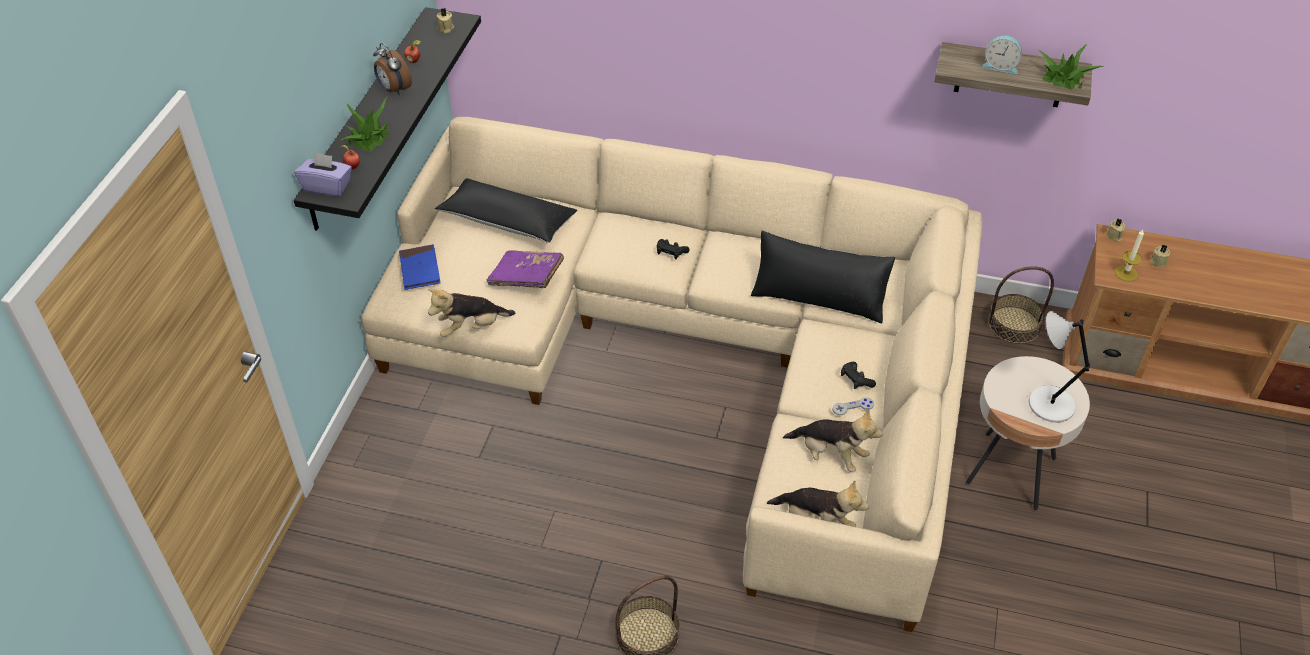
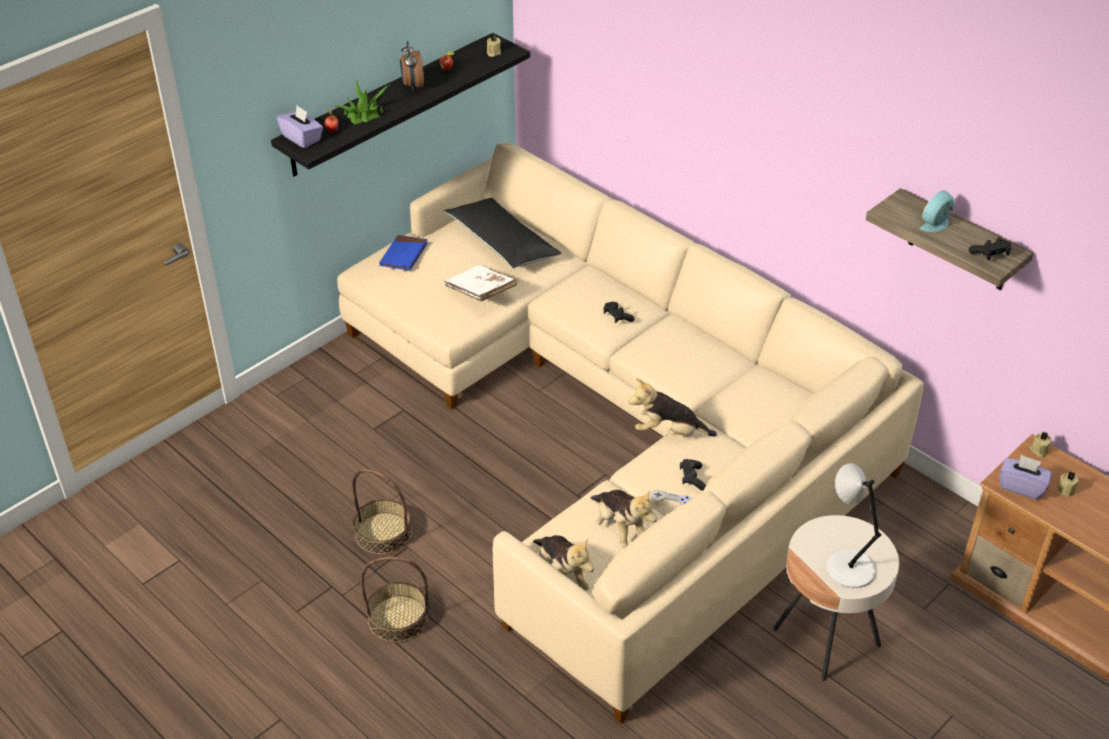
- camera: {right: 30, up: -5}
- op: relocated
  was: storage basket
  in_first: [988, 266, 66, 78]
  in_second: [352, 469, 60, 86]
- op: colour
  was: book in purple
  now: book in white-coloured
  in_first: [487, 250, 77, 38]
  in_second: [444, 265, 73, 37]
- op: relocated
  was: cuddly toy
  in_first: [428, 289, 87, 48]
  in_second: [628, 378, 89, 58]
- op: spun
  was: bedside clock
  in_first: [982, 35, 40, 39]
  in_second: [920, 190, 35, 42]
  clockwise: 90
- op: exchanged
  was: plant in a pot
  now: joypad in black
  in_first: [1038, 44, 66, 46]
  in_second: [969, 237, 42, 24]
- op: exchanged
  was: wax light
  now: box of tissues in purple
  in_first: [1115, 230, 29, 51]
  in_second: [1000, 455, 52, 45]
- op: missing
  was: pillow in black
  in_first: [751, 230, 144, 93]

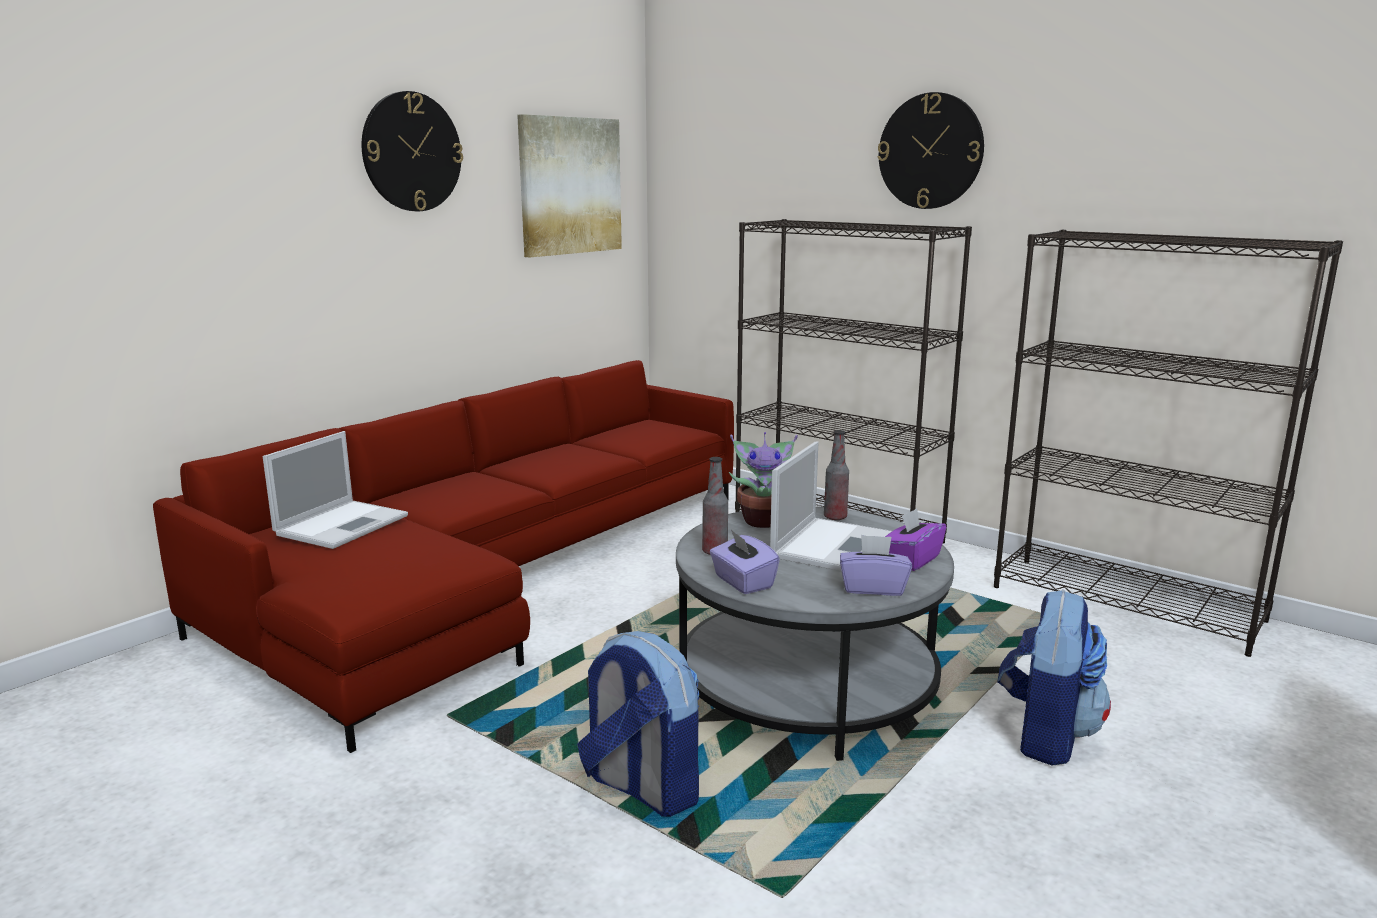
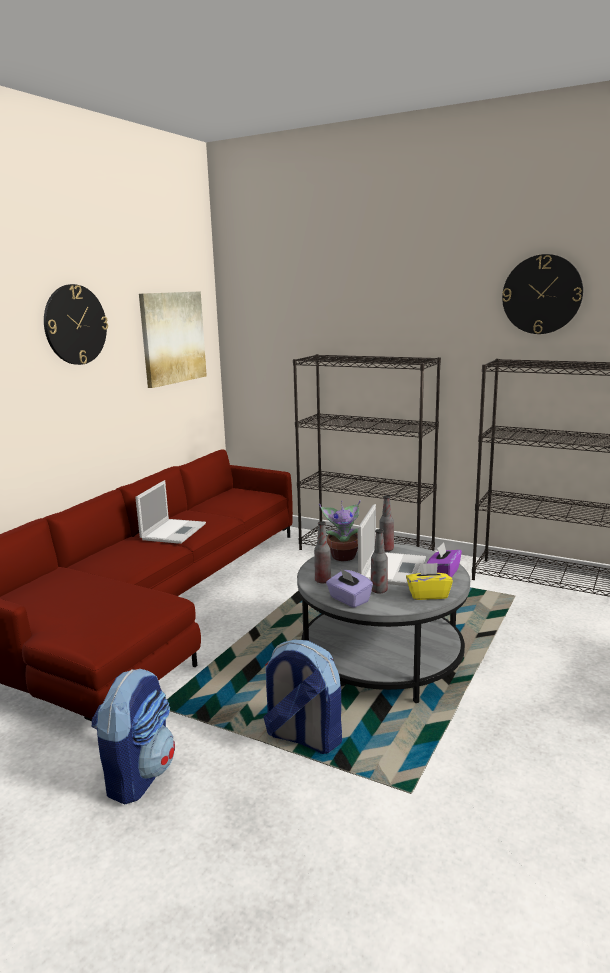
- camera: {right: -10, up: 0}
- op: relocated
  was: rucksack
  in_first: [997, 589, 114, 177]
  in_second: [91, 669, 84, 135]
- op: relocated
  was: notebook computer
  in_first: [263, 431, 145, 118]
  in_second: [135, 480, 71, 64]
- op: appeared
  now: drink bottle
  in_second: [371, 529, 17, 64]
- op: colour
  was: box of tissues in purple
  now: box of tissues in yellow-coloured
  in_first: [840, 535, 72, 61]
  in_second: [406, 563, 47, 37]
- op: relocated
  was: hanging clock
  in_first: [878, 92, 106, 117]
  in_second: [502, 254, 81, 80]

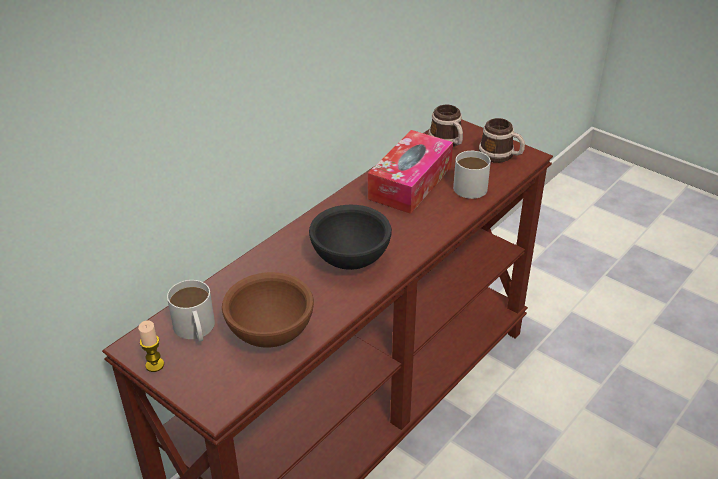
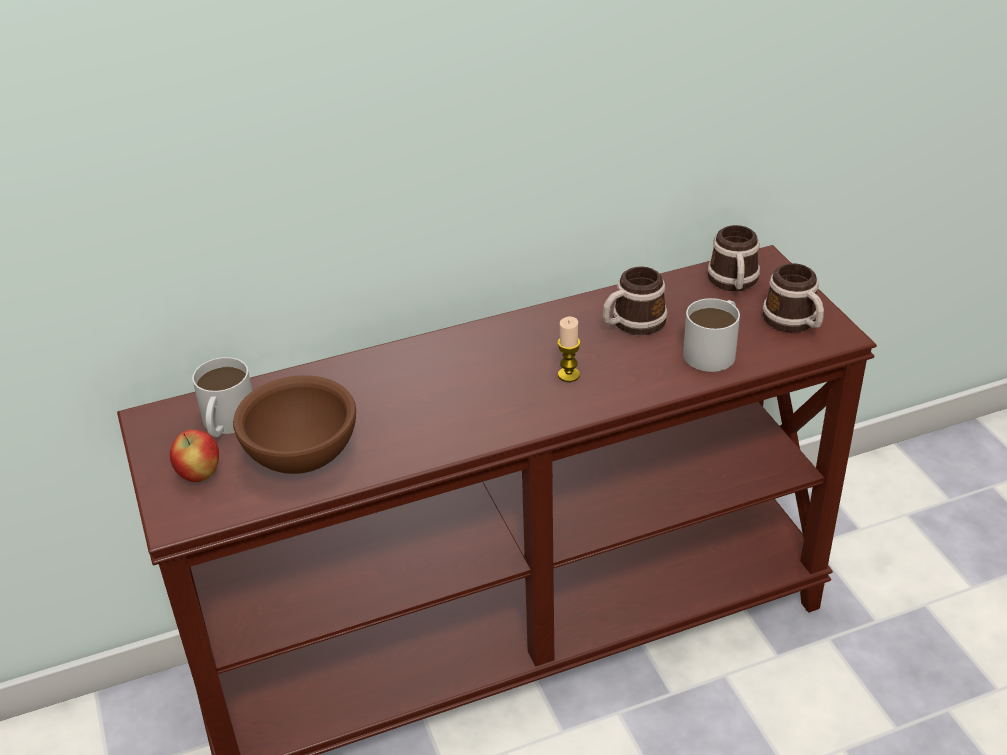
- camera: {right: 30, up: 0}
- op: appeared
  now: apple fruit
  in_second: [170, 430, 49, 52]
- op: relocated
  was: wax light
  in_first: [138, 321, 26, 51]
  in_second: [557, 317, 23, 65]
- op: exchanged
  was: box of tissues
  now: mug
  in_first: [368, 130, 85, 84]
  in_second: [603, 266, 64, 69]
- op: missing
  was: deep dish in black
  in_first: [309, 205, 83, 65]

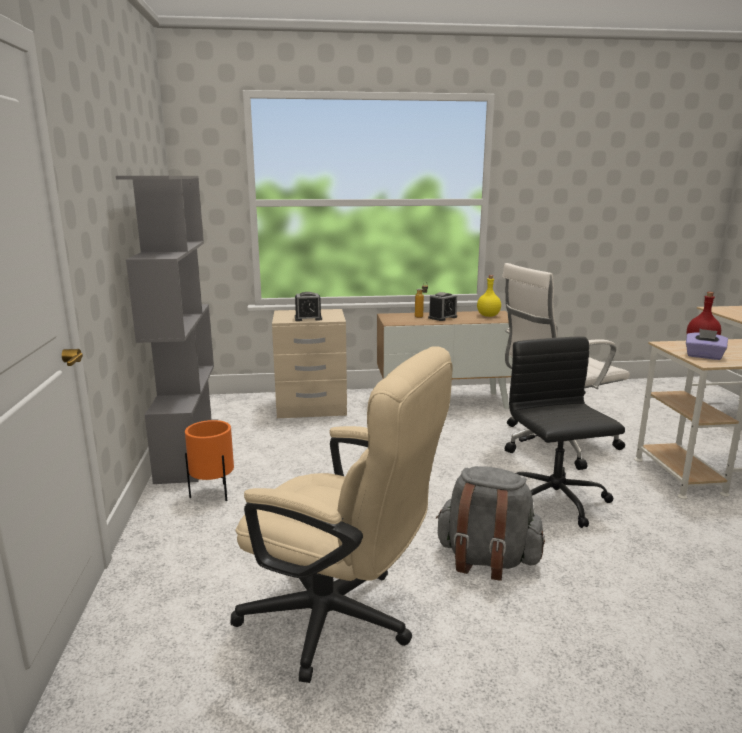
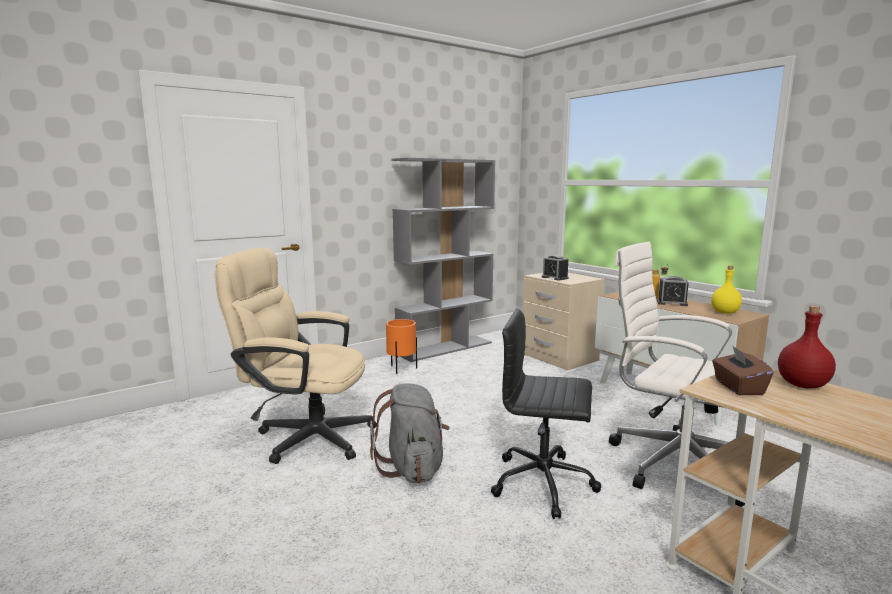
- camera: {right: 60, up: -5}
- op: spun
  was: desk chair in beige
  in_first: [231, 346, 221, 337]
  in_second: [214, 248, 163, 216]
  clockwise: 105
- op: spun
  was: desk chair in black
  in_first: [509, 336, 116, 192]
  in_second: [491, 308, 110, 211]
  clockwise: -120
- op: colour
  was: box of tissues in purple
  now: box of tissues in brown
  in_first: [686, 329, 42, 31]
  in_second: [712, 345, 61, 50]

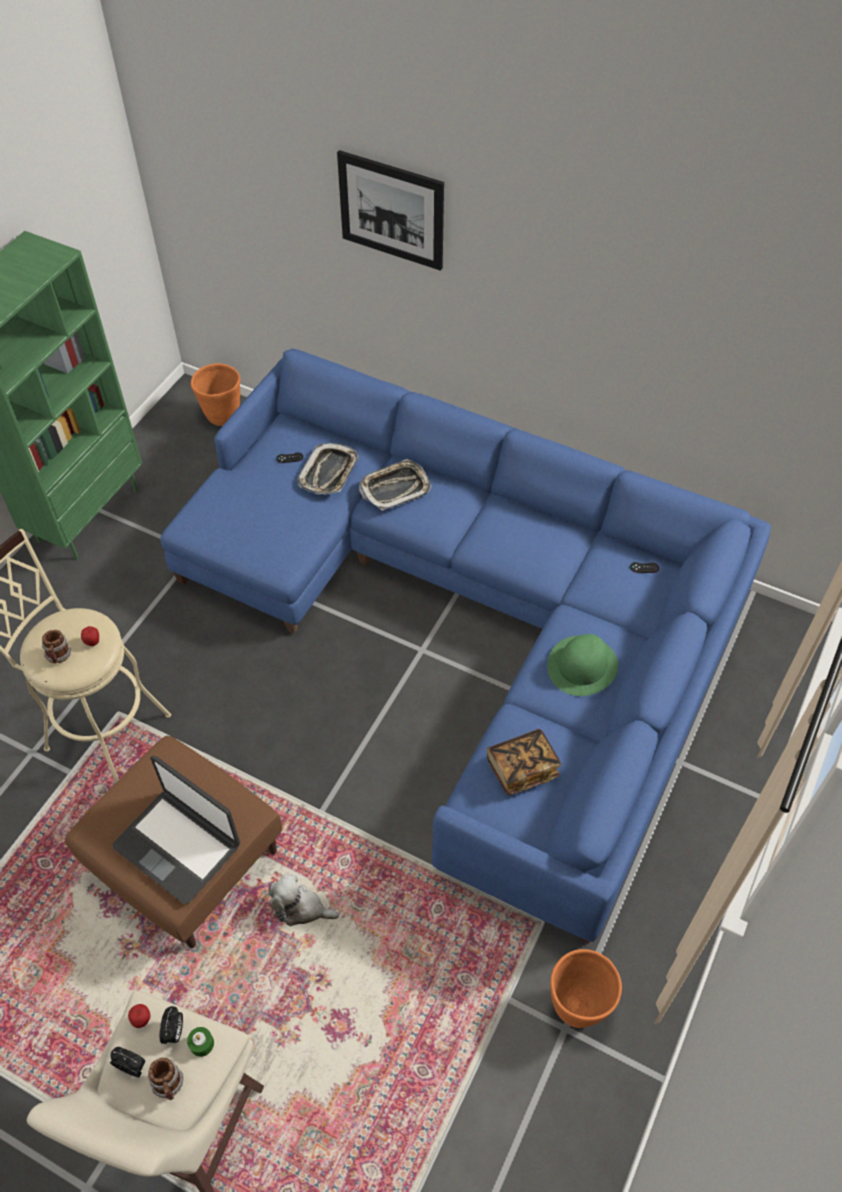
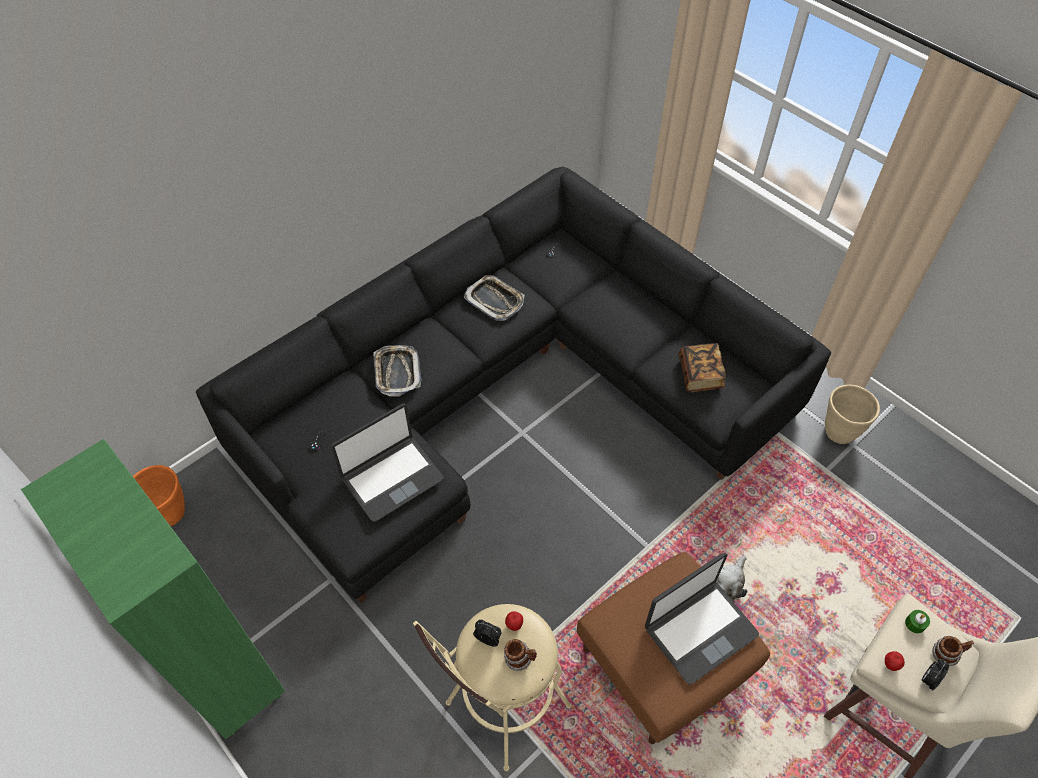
- camera: {right: -70, up: 0}
- op: colour
  was: sofa in blue
  now: sofa in black
  in_first: [160, 348, 611, 596]
  in_second: [196, 167, 635, 436]
- op: appeared
  now: notebook computer
  in_second: [331, 404, 113, 118]
- op: relocated
  was: tray
  in_first: [298, 443, 60, 52]
  in_second: [464, 275, 61, 46]
- op: relocated
  was: bedside clock
  in_first: [160, 1006, 23, 38]
  in_second: [473, 620, 28, 27]
- op: colour
  was: plant pot in orange-coloured
  now: plant pot in beige
  in_first: [550, 949, 72, 79]
  in_second: [825, 385, 55, 59]
- op: missing
  was: wall art
  in_first: [337, 150, 107, 121]
- op: missing
  was: clothing hat in green
  in_first: [547, 634, 71, 62]

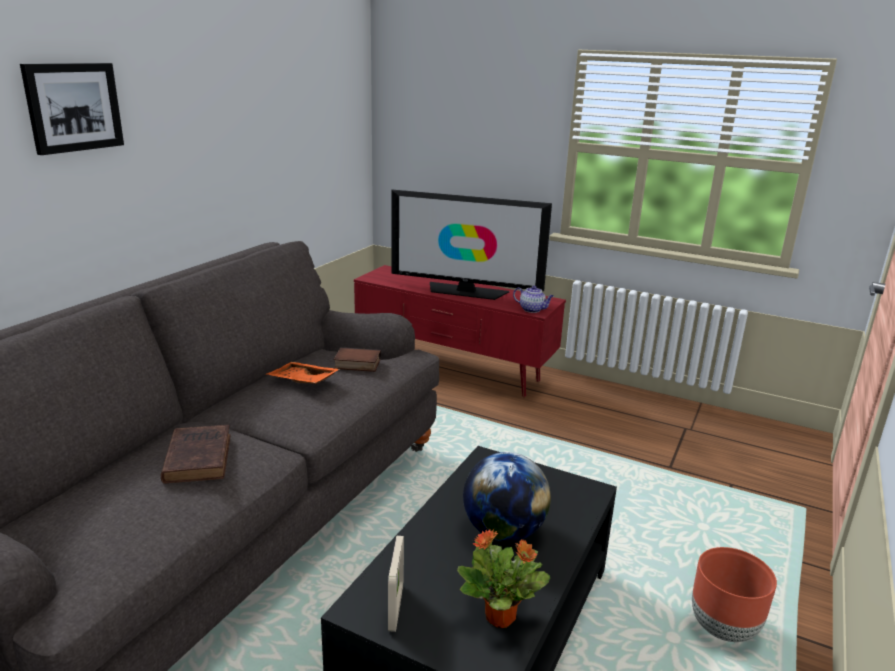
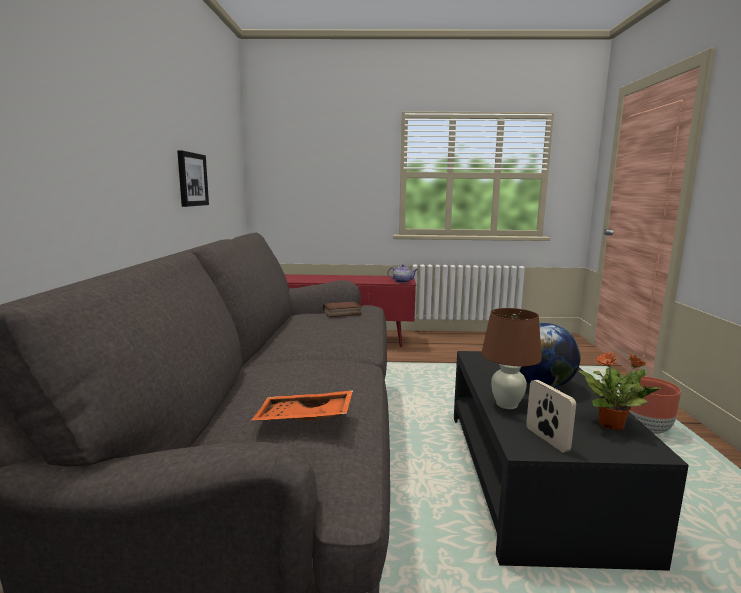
- camera: {right: -25, up: -10}
- op: relocated
  was: wall art
  in_first: [20, 63, 104, 92]
  in_second: [177, 150, 32, 57]
- op: relocated
  was: tray in orange-coloured
  in_first: [266, 362, 74, 22]
  in_second: [251, 390, 102, 31]
- op: appeared
  now: table lamp in brown
  in_second: [481, 308, 61, 101]
- op: missing
  was: book in brown
  in_first: [161, 425, 70, 59]
- op: missing
  was: television
  in_first: [392, 190, 160, 110]

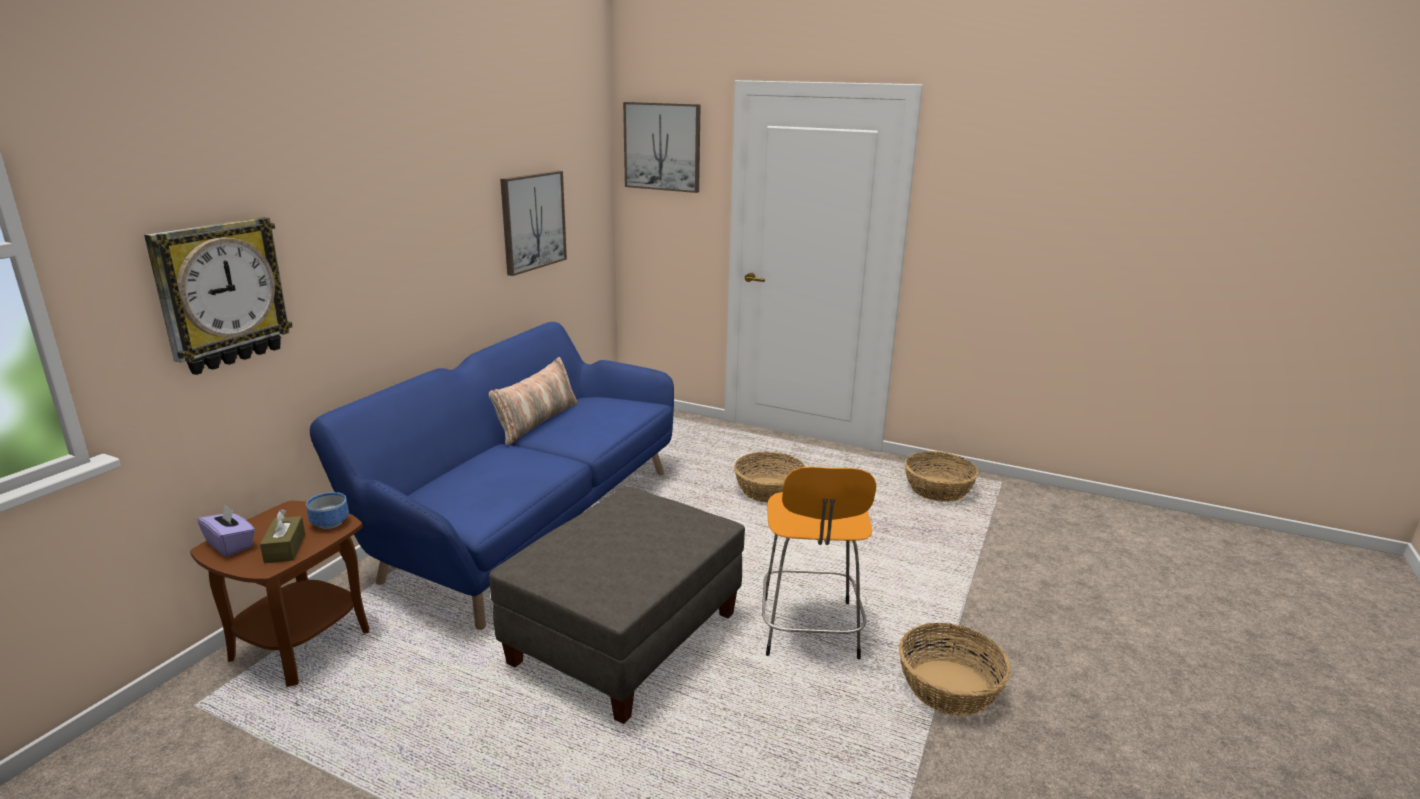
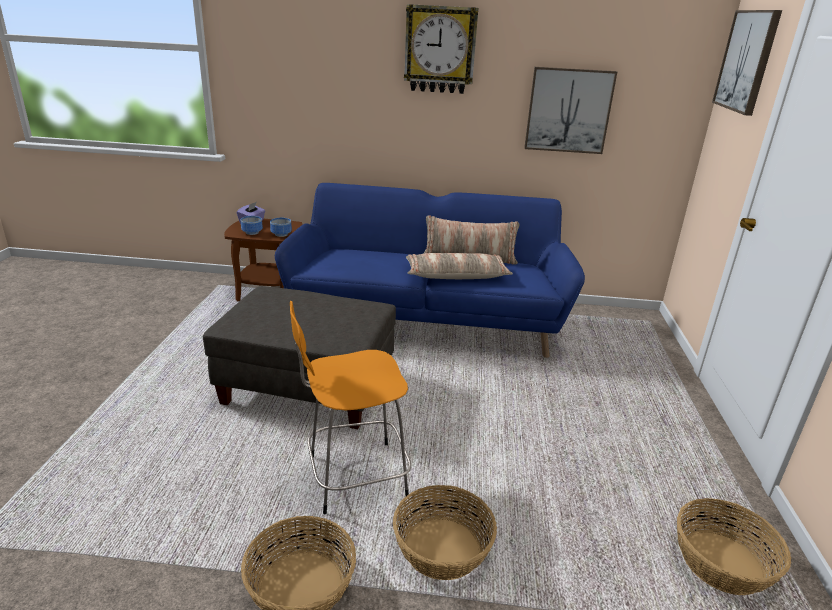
- camera: {right: 70, up: 5}
- op: exchanged
  was: box of tissues in brown
  now: deep dish
  in_first: [260, 509, 45, 54]
  in_second: [241, 216, 22, 19]
- op: relocated
  was: storage basket
  in_first: [734, 452, 72, 51]
  in_second: [393, 485, 104, 95]
- op: relocated
  was: hanging clock
  in_first: [144, 217, 149, 158]
  in_second: [404, 4, 74, 90]
- op: appeared
  now: pillow
  in_second: [406, 253, 107, 26]

